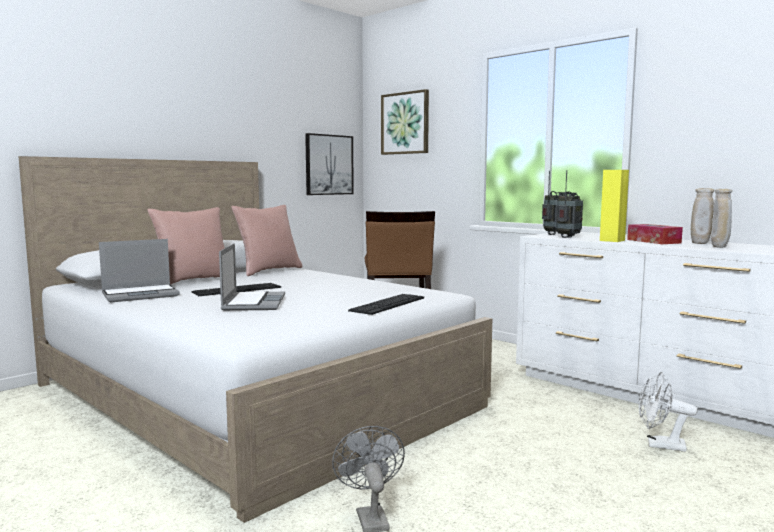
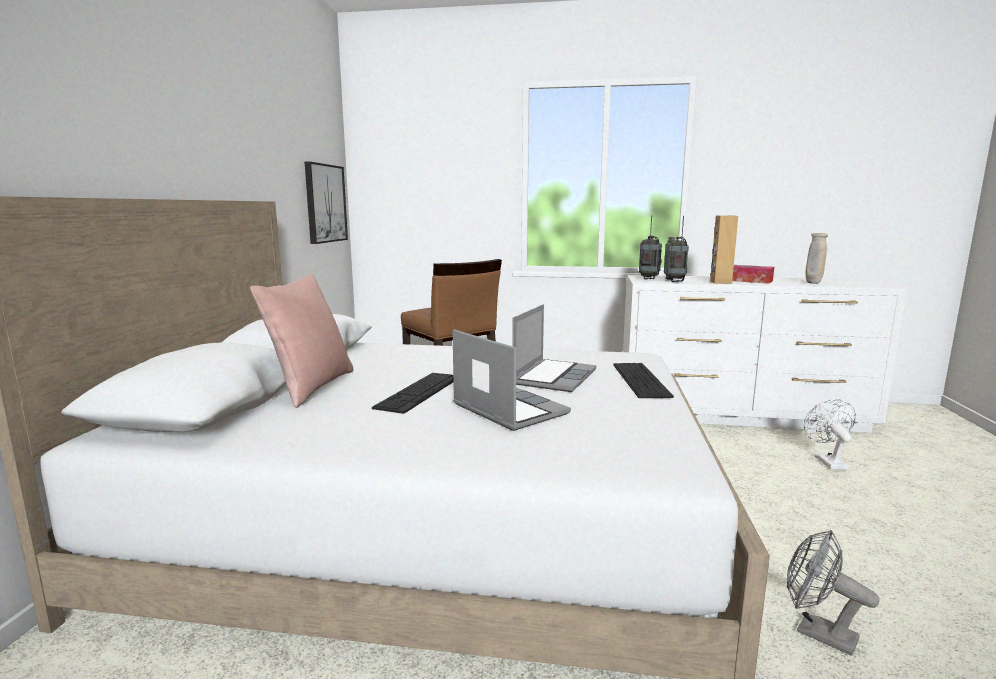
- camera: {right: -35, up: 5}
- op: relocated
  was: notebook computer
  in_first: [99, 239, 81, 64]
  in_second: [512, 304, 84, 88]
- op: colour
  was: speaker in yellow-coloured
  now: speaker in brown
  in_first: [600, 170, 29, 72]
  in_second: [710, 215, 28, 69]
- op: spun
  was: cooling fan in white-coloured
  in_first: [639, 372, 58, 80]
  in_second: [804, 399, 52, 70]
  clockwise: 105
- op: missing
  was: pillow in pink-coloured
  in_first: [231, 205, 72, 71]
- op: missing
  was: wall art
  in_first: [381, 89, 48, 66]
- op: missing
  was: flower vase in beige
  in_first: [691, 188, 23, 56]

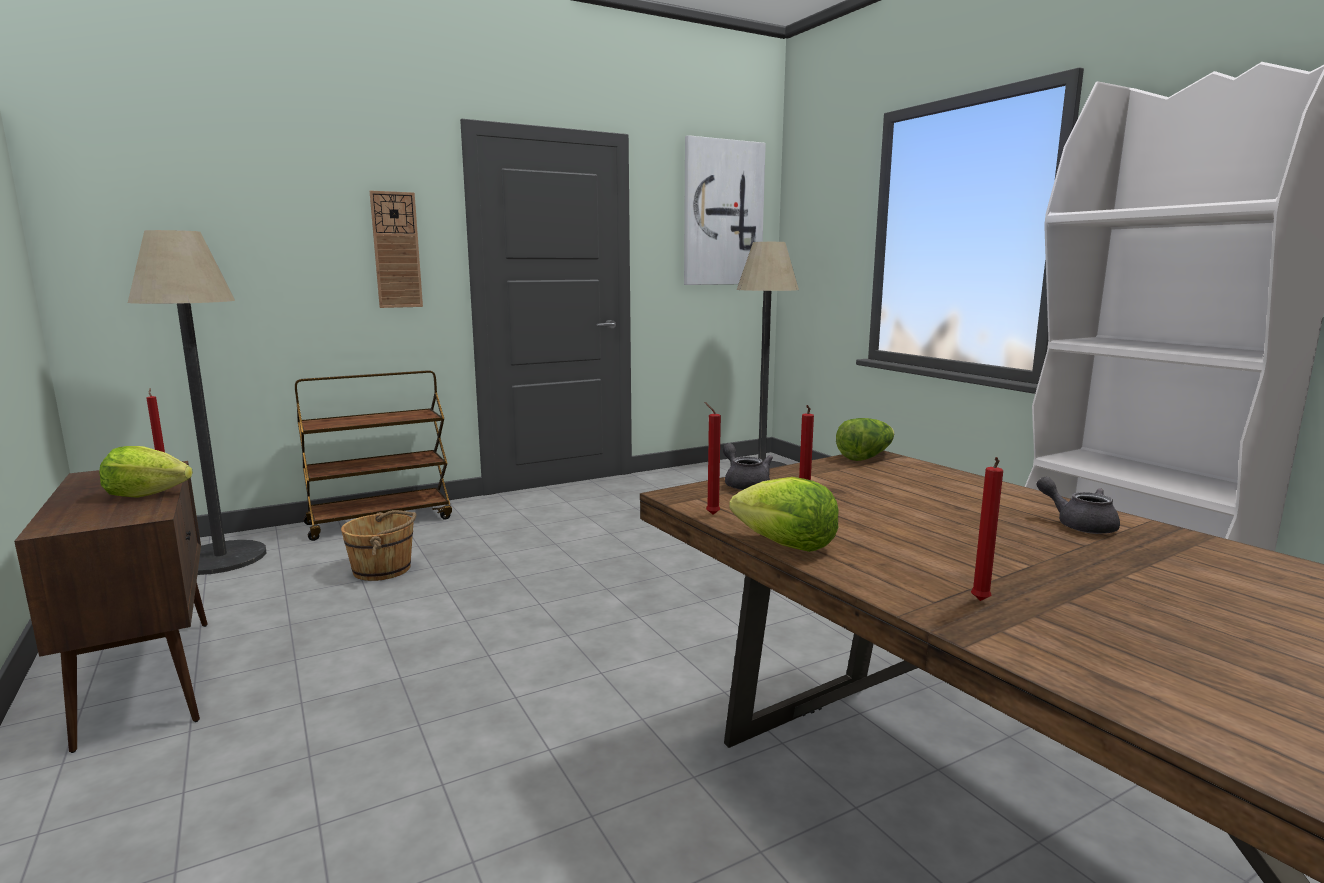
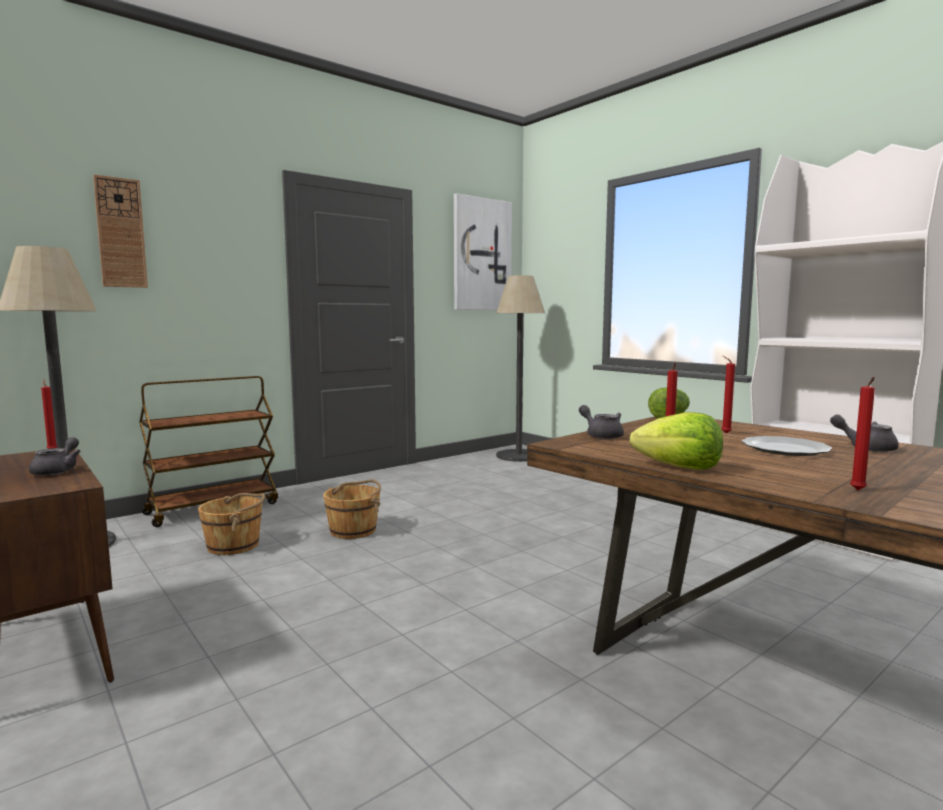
- camera: {right: -10, up: -5}
- op: exchanged
  was: head of lettuce
  now: teapot in gray
  in_first: [99, 446, 94, 52]
  in_second: [29, 437, 52, 39]
- op: relocated
  was: hanging clock
  in_first: [370, 191, 53, 117]
  in_second: [93, 175, 55, 113]
- op: appeared
  now: pail in brown
  in_second: [323, 479, 58, 60]
- op: relocated
  was: wax light in red-coloured
  in_first: [704, 402, 17, 113]
  in_second: [722, 356, 13, 78]
- op: appeared
  now: flat dish
  in_second: [742, 436, 90, 20]

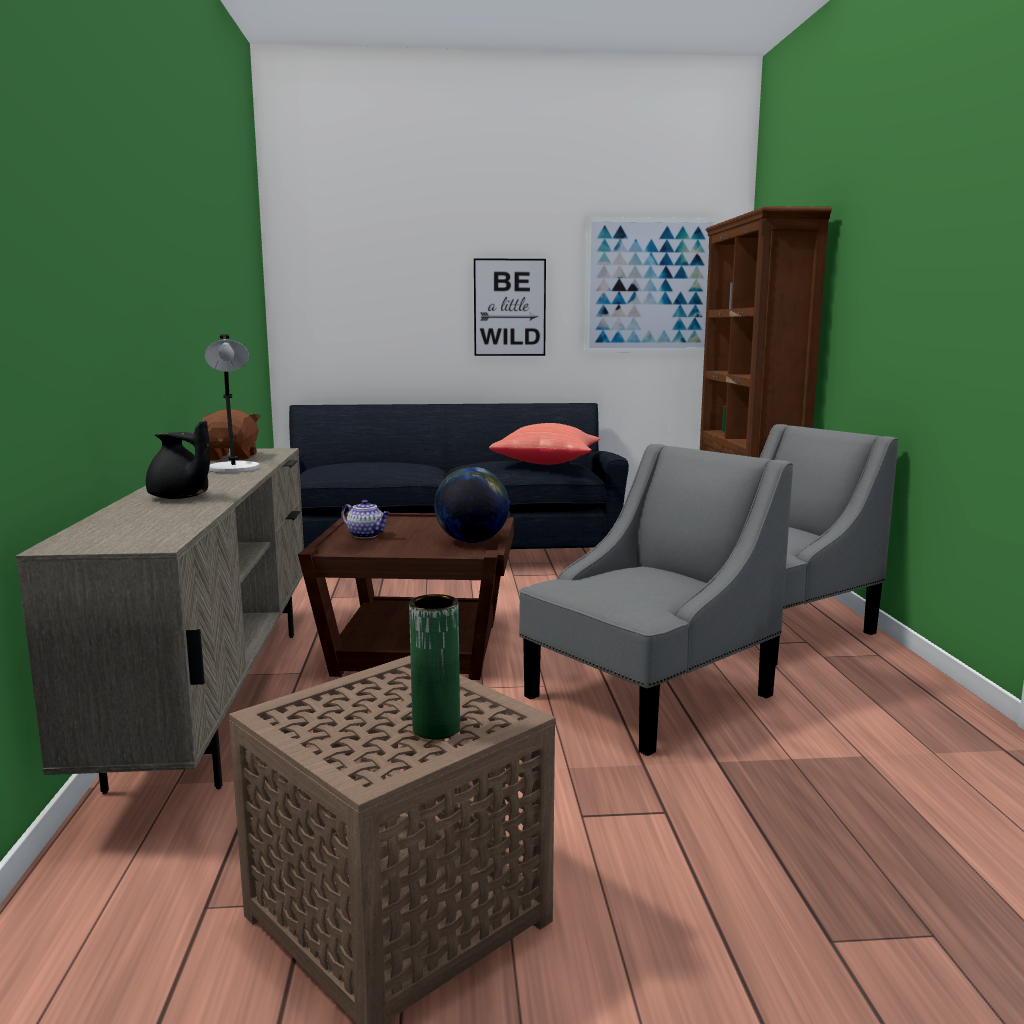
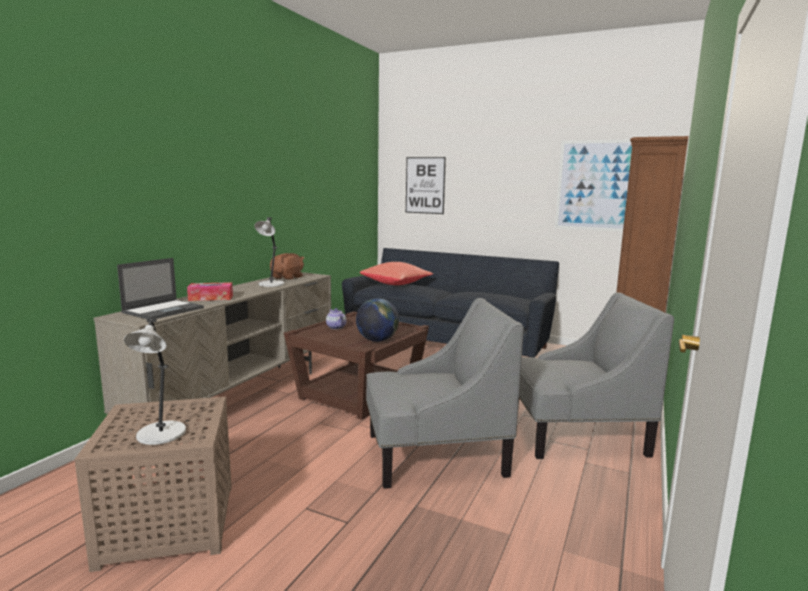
- camera: {right: 30, up: 0}
- op: appeared
  now: notebook computer
  in_second: [117, 258, 87, 61]
- op: exchanged
  was: flower vase in green
  now: table lamp in gray
  in_first: [409, 594, 51, 145]
  in_second: [123, 318, 63, 127]
- op: exchanged
  was: teapot in black
  now: box of tissues
  in_first: [146, 420, 64, 79]
  in_second: [187, 282, 46, 19]
- op: relocated
  was: pillow in red-coloured
  in_first: [489, 423, 111, 42]
  in_second: [360, 262, 73, 23]
- op: relocated
  was: wall art
  in_first: [474, 258, 72, 98]
  in_second: [406, 157, 40, 57]

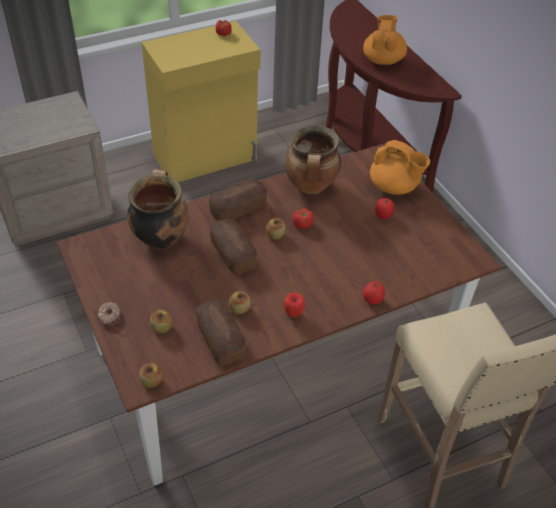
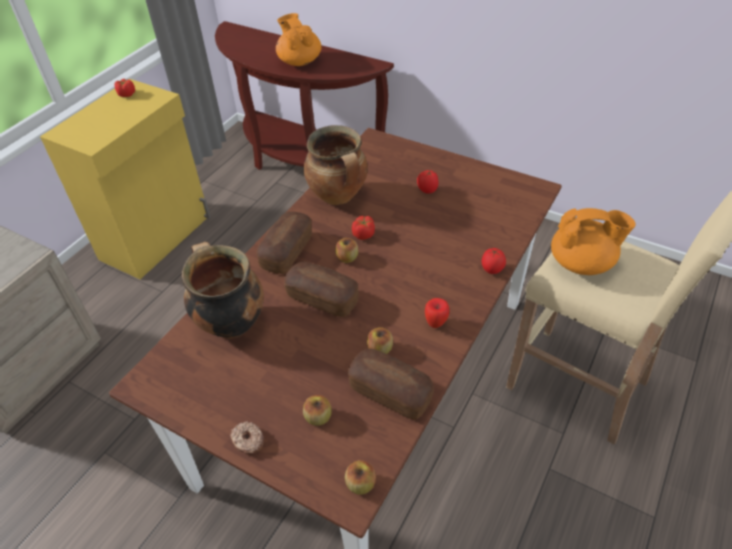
- camera: {right: -30, up: 0}
- op: relocated
  was: teapot in orange-coloured
  in_first: [370, 140, 60, 55]
  in_second: [551, 208, 85, 67]

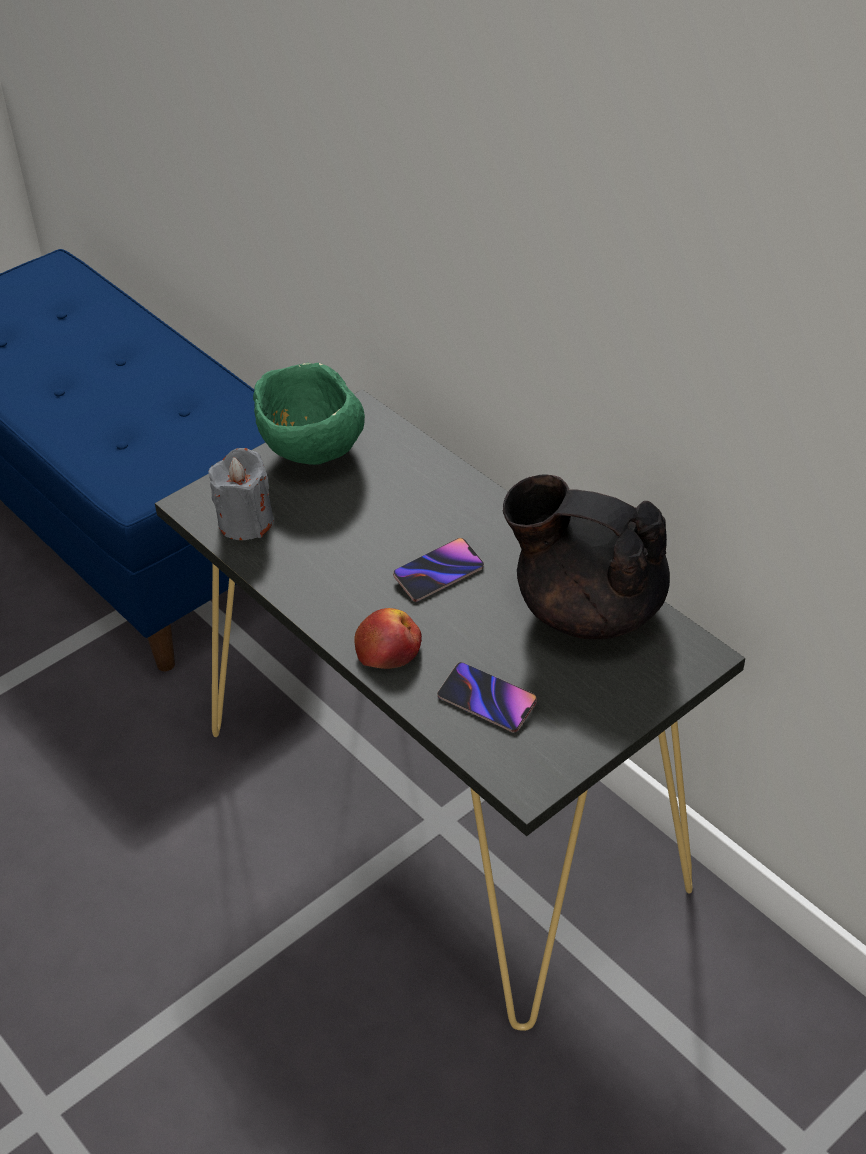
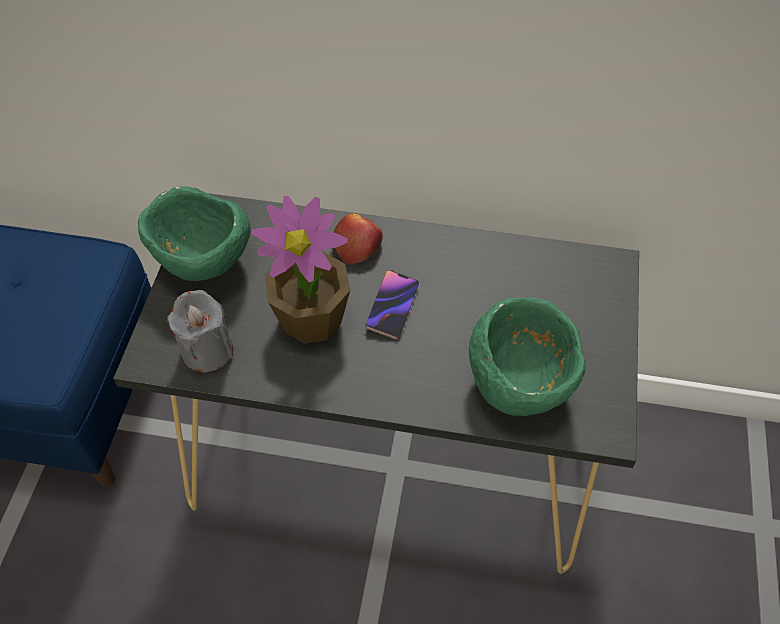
- camera: {right: -40, up: 10}
- op: appeared
  now: plant in a pot
  in_second: [252, 196, 98, 148]
- op: relocated
  was: apple fruit
  in_first: [354, 608, 68, 61]
  in_second: [333, 214, 50, 51]
- op: exchanged
  was: handset
  now: deep dish in green
  in_first: [437, 662, 100, 70]
  in_second: [469, 297, 116, 119]
- op: missing
  was: teapot in black
  in_first: [503, 474, 167, 165]

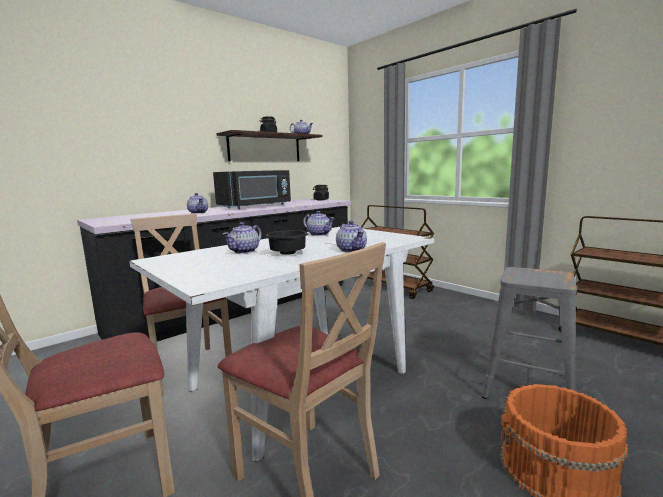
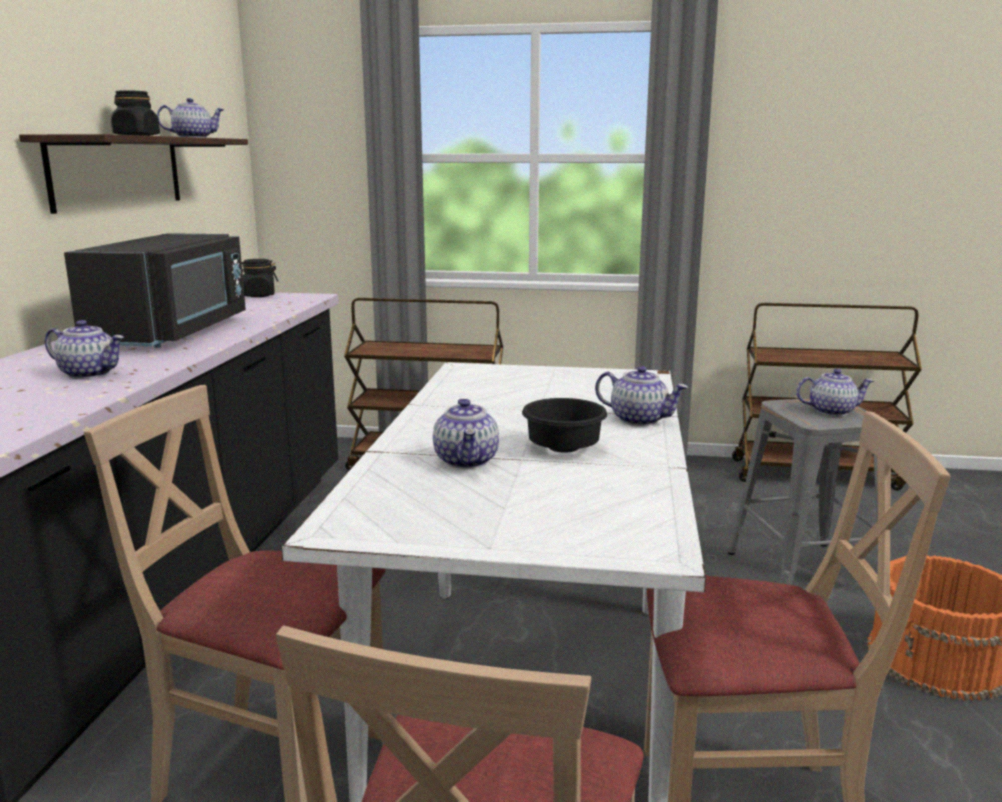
- camera: {right: -40, up: 5}
- op: relocated
  was: teapot
  in_first: [303, 211, 32, 25]
  in_second: [796, 369, 78, 47]

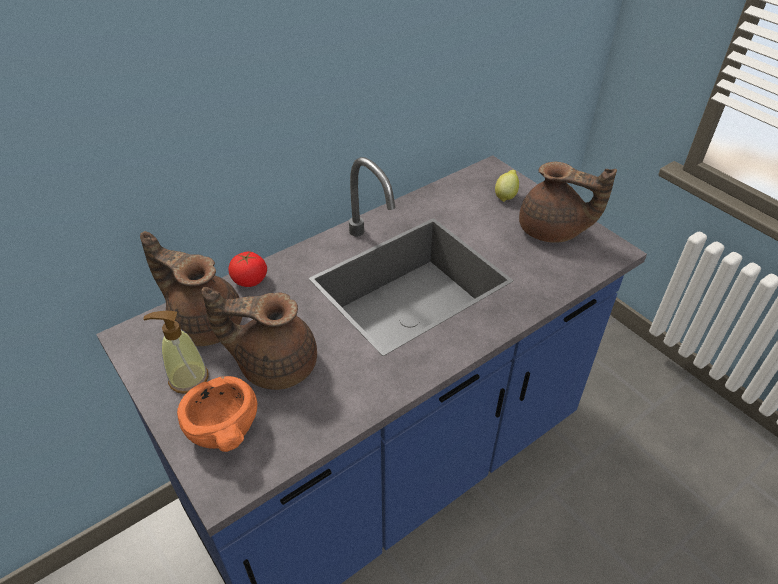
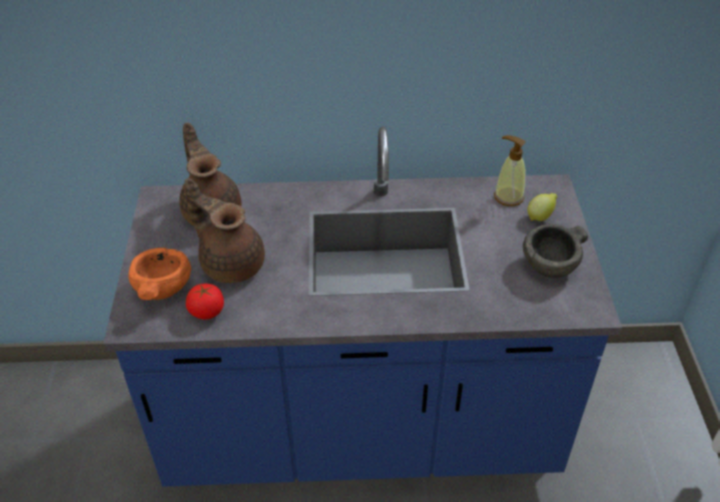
- camera: {right: 35, up: 0}
- op: relocated
  was: tomato
  in_first: [228, 252, 39, 35]
  in_second: [186, 284, 38, 36]
- op: relocated
  was: soap dispenser
  in_first: [143, 311, 65, 83]
  in_second: [494, 136, 32, 70]
- op: exchanged
  was: teapot in brown
  now: deep dish in gray
  in_first: [519, 162, 98, 81]
  in_second: [523, 224, 65, 54]

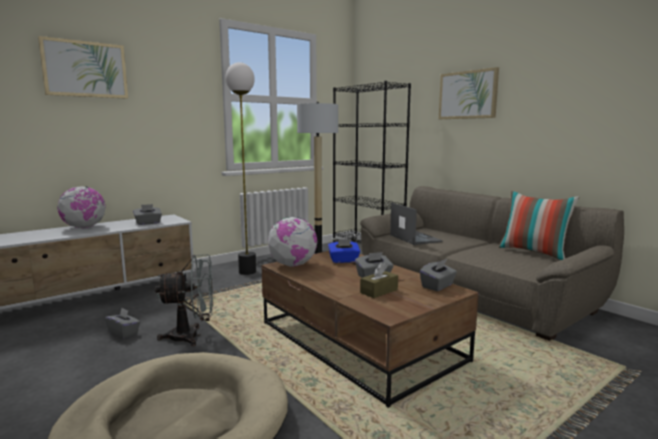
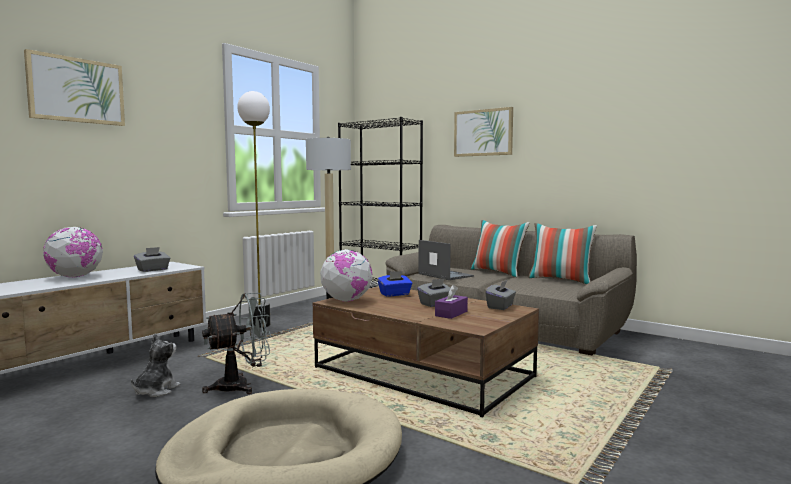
- camera: {right: -15, up: -5}
- op: exchanged
  was: box of tissues in gray
  now: cuddly toy
  in_first: [105, 308, 35, 30]
  in_second: [131, 334, 49, 63]
- op: colour
  was: box of tissues in brown
  now: box of tissues in purple
  in_first: [360, 262, 38, 36]
  in_second: [435, 285, 33, 34]
- op: appeared
  now: pillow
  in_second: [471, 220, 58, 57]

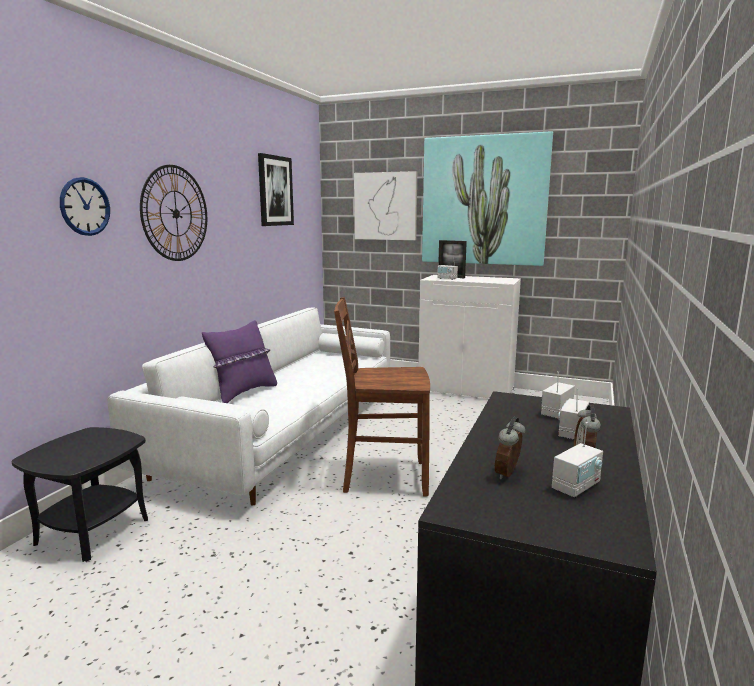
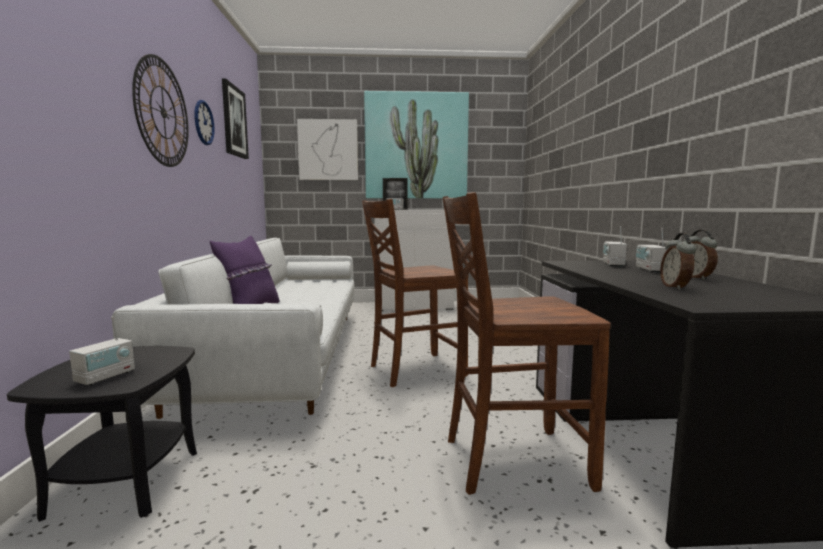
- camera: {right: -25, up: -5}
- op: relocated
  was: radio receiver
  in_first: [552, 422, 51, 75]
  in_second: [69, 316, 66, 69]
- op: relocated
  was: hanging clock
  in_first: [60, 177, 50, 59]
  in_second: [194, 100, 21, 45]
- op: appeared
  now: upright chair in brown
  in_second: [443, 192, 168, 303]

